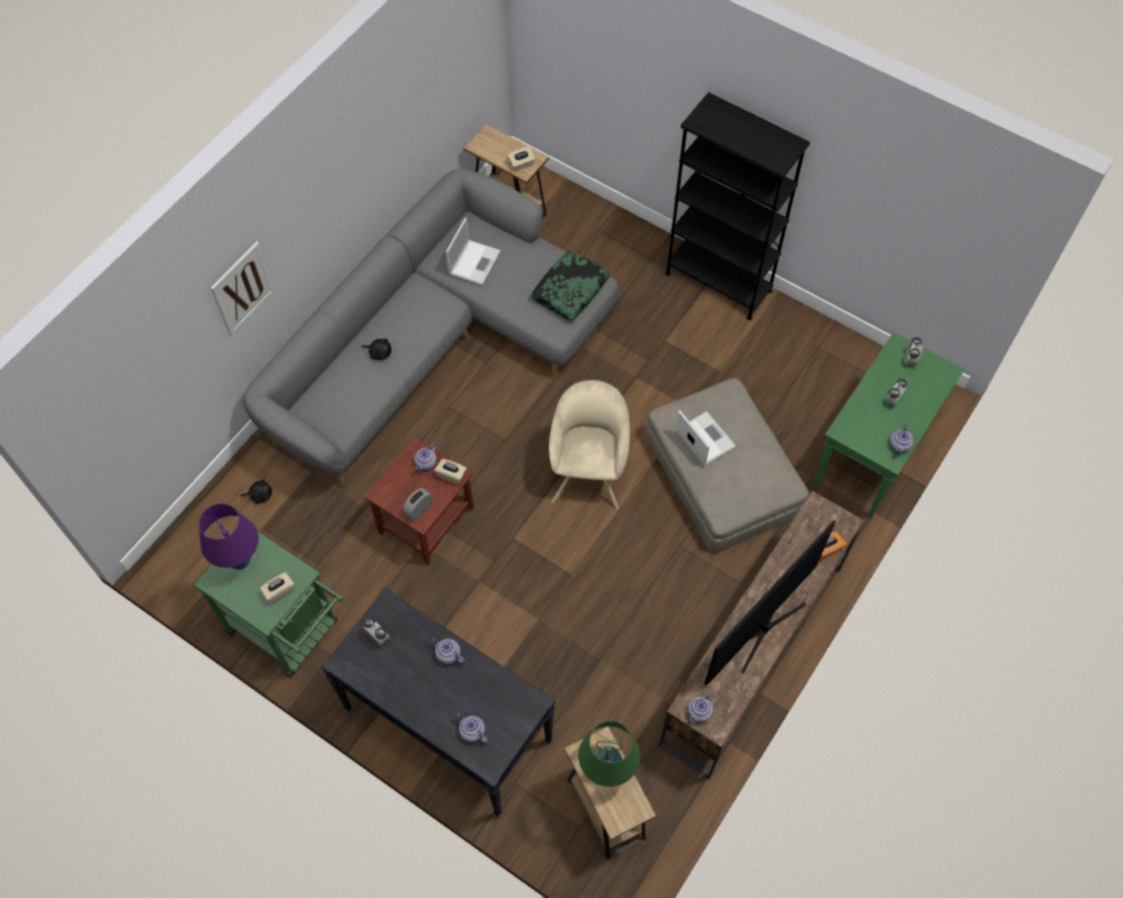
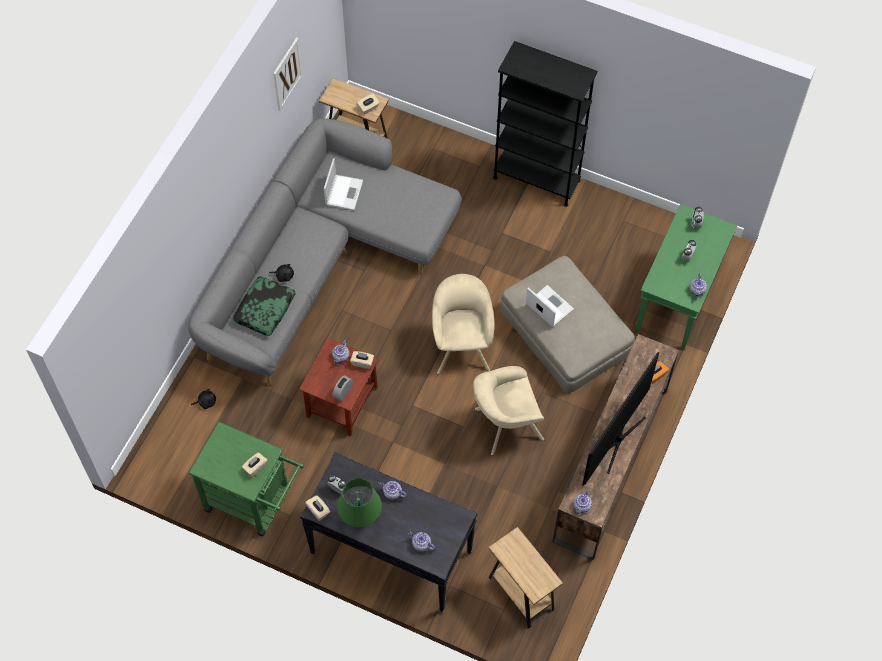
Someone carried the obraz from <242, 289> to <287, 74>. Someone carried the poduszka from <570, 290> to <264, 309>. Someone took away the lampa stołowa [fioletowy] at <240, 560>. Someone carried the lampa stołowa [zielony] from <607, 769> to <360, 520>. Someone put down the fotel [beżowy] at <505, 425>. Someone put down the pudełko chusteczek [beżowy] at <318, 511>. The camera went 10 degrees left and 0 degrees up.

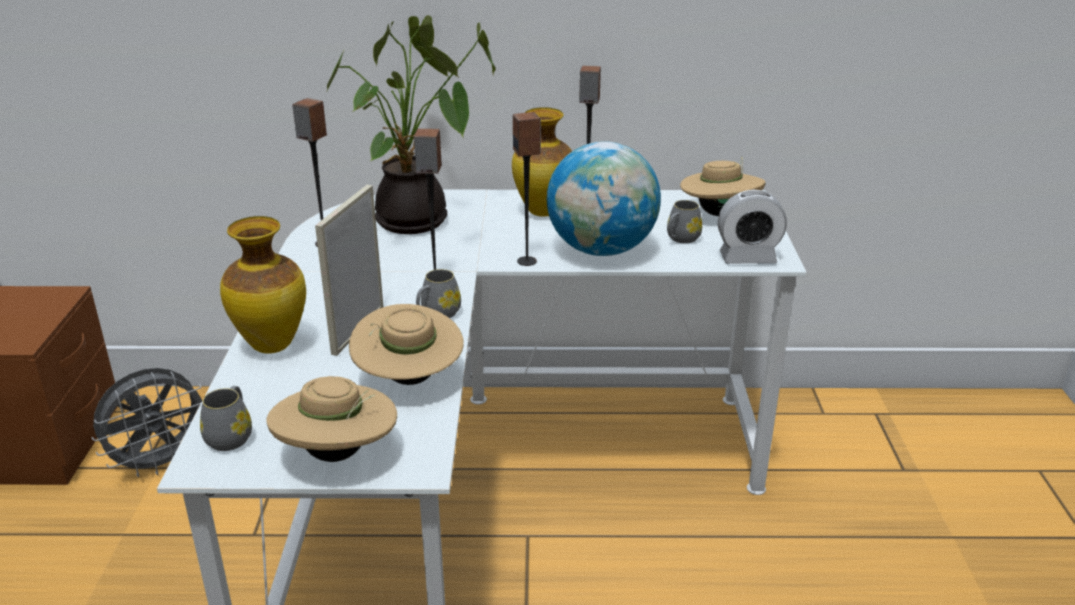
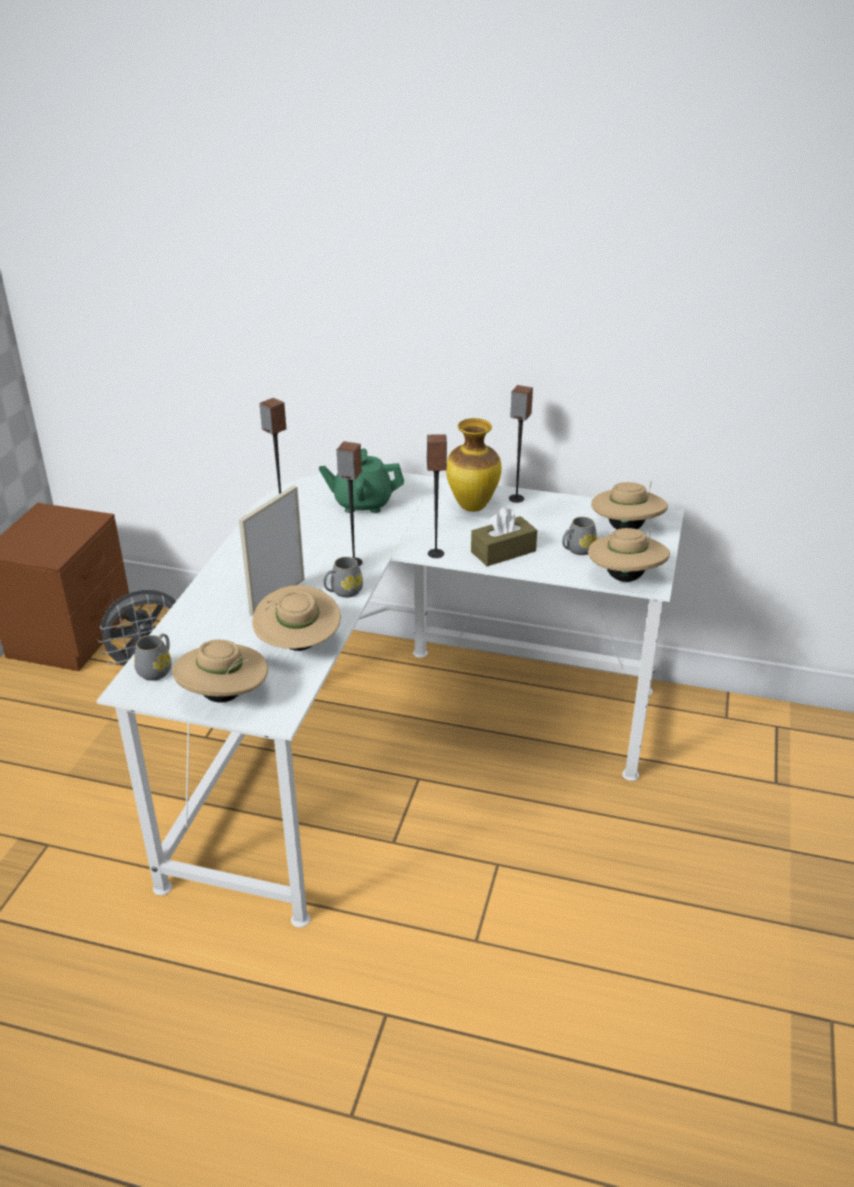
Someone swapped the roślina doniczkowa at <417, 223> for the imbryk [zielony] at <362, 503>. Someone swapped the globus at <601, 250> for the pudełko chusteczek [brązowy] at <503, 551>. Someone swapped the budzik at <747, 258> for the kapelusz [beżowy] at <625, 577>. Someone took away the wazon at <272, 345>. The camera went 15 degrees right and 5 degrees up.

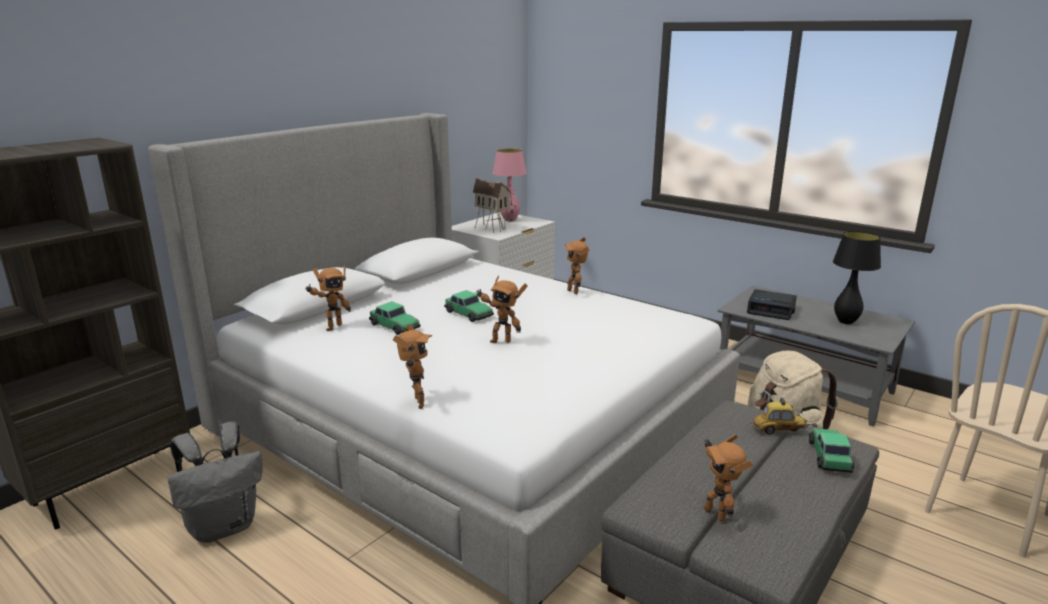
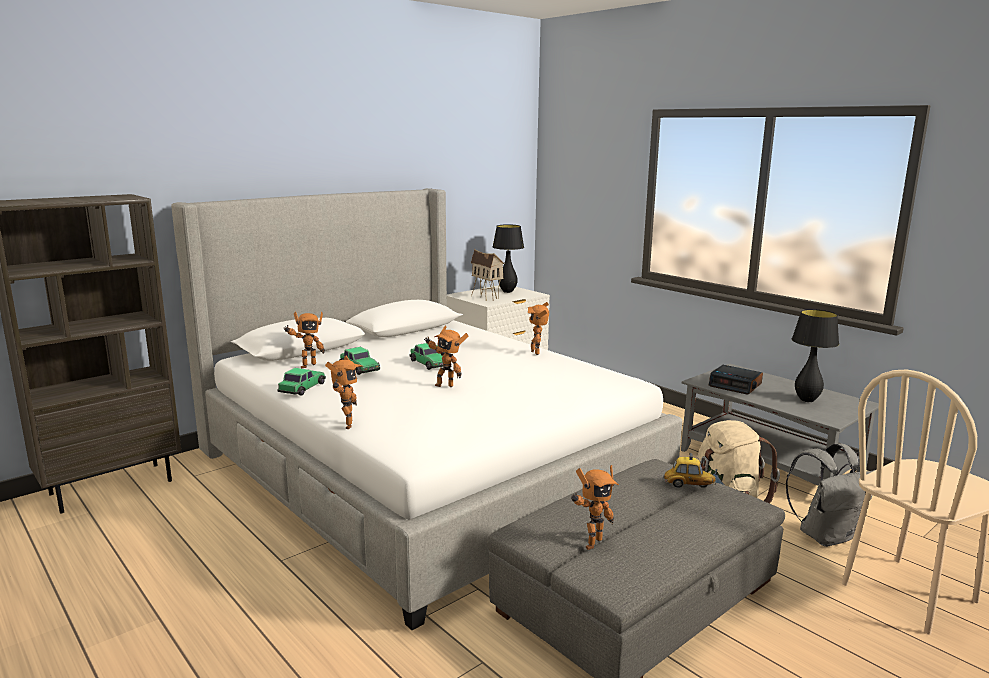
Someone repainted the lampa stołowa [różowy] at <509, 220>, which became the lampa stołowa [czarny] at <507, 291>. Someone carried the plecak [szary] from <224, 526> to <826, 536>. Someone carried the samochodzik from <829, 456> to <302, 388>. Someone rotated the robot zabawkowy at <716, 513> by 120 degrees counterclockwise. The camera went 10 degrees right and 5 degrees down.

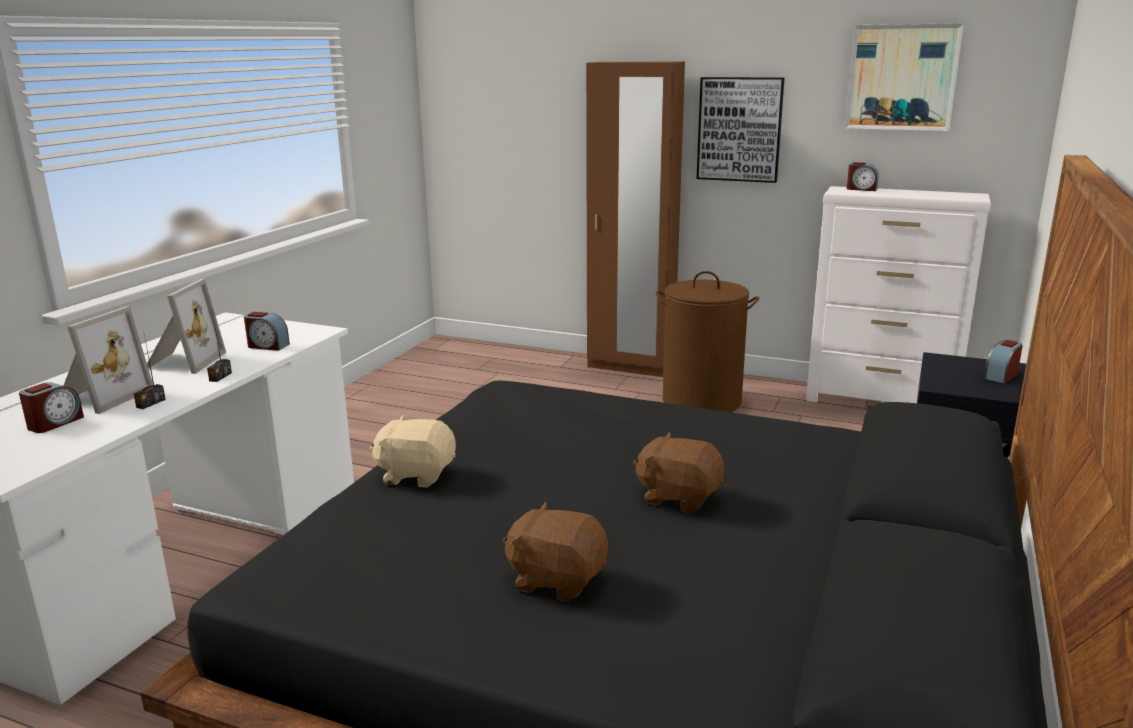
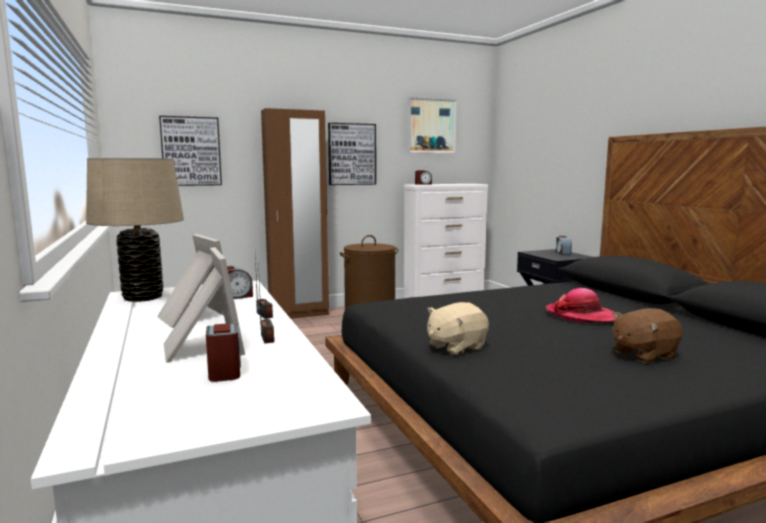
Someone swapped the pluszak [brązowy] at <678, 497> for the kapelusz at <581, 316>. Someone put up the obraz at <191, 151>. Someone put down the lampa stołowa [beżowy] at <143, 297>. The camera went 45 degrees left and 10 degrees down.

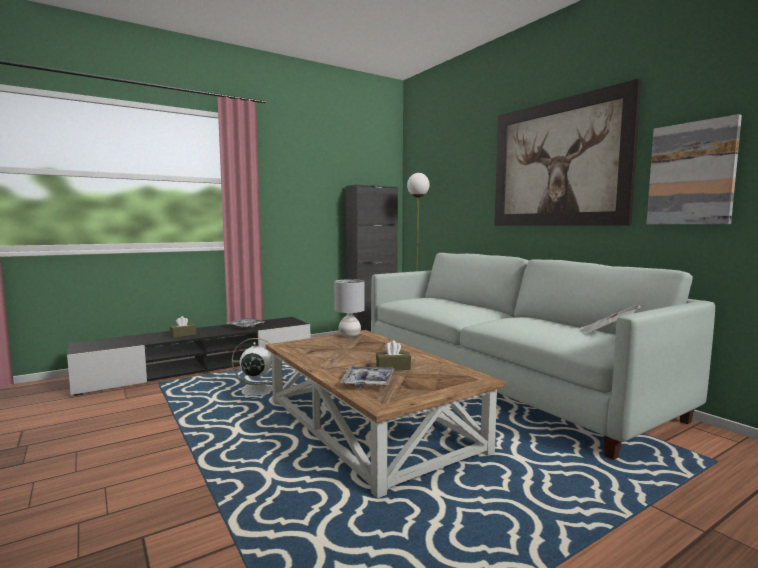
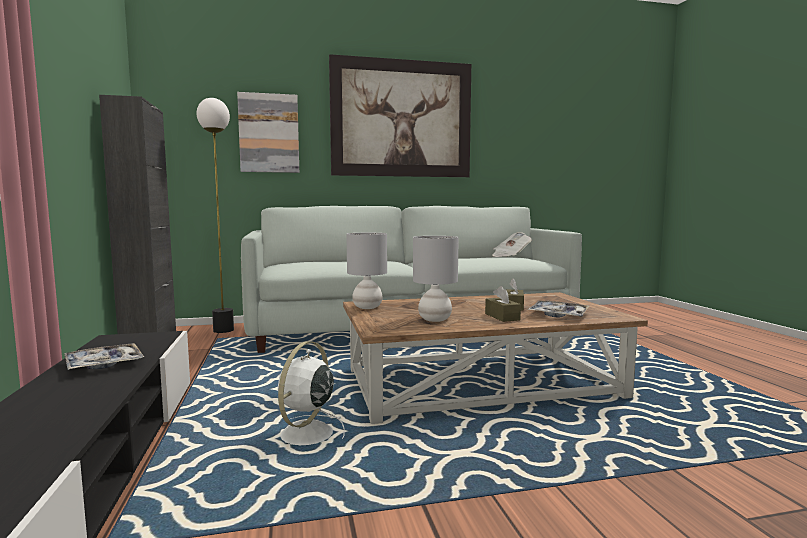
Someone carried the obraz from <691, 174> to <269, 133>. Someone carried the pudełko chusteczek [brązowy] from <183, 335> to <502, 317>. Someone put down the lampa stołowa [szary] at <434, 320>. The camera went 70 degrees left and 0 degrees up.

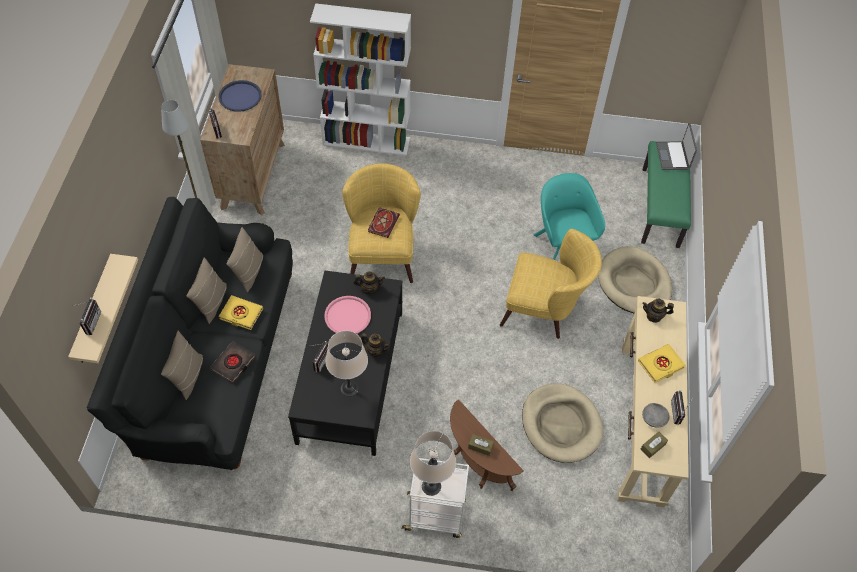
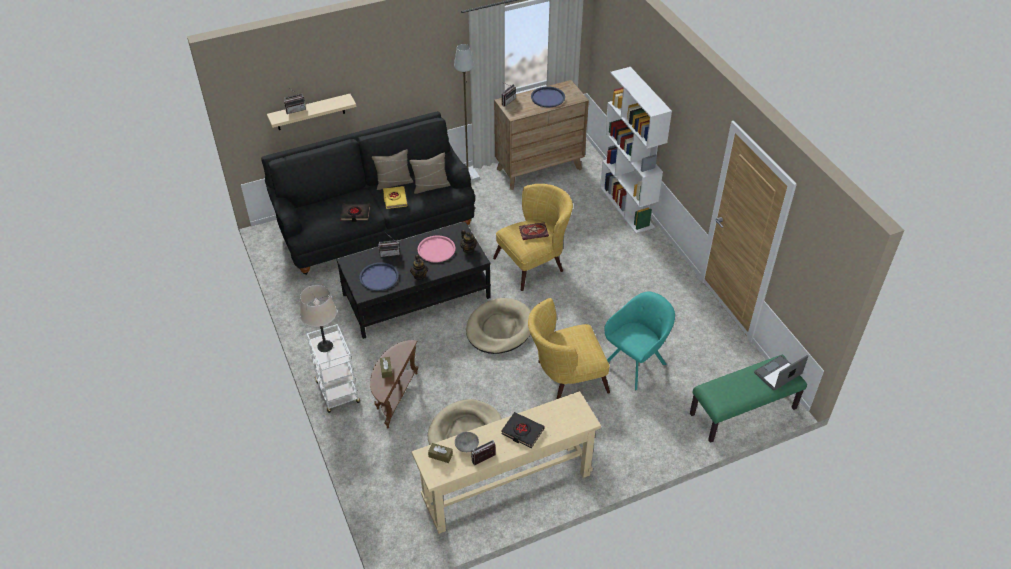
Someone rotated the fotel [żółty] at <544, 309> by 90 degrees clockwise. Someone carried the legowisko [beżowy] from <634, 283> to <499, 328>. Someone took away the imbryk at <654, 316>. Someone took away the poduszka [beżowy] at <188, 376>. Someone swapped the lampa stołowa [beżowy] at <349, 388> for the taca [niebieski] at <379, 277>. Someone repainted the książka [żółty] at <661, 365>, which became the książka [czarny] at <522, 432>. The camera went 60 degrees right and 10 degrees down.

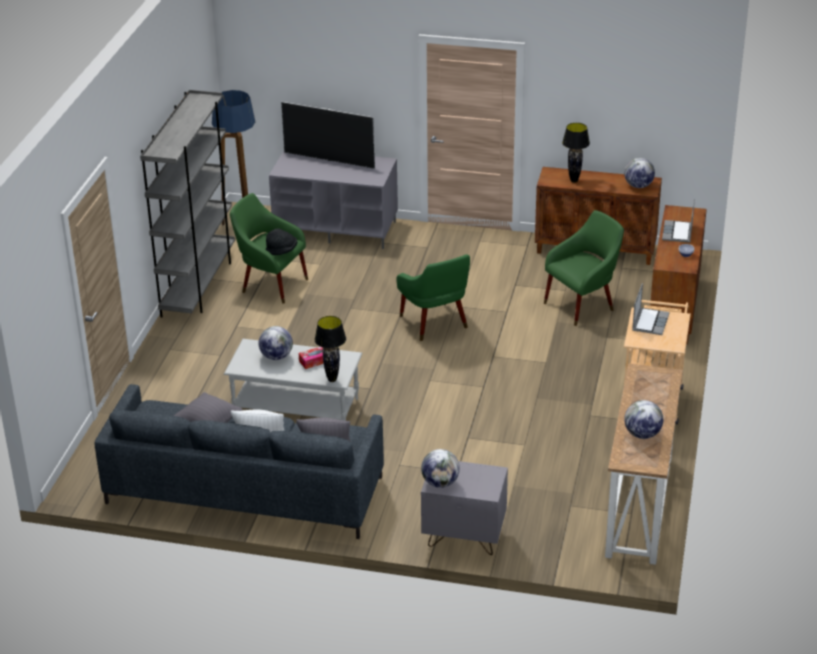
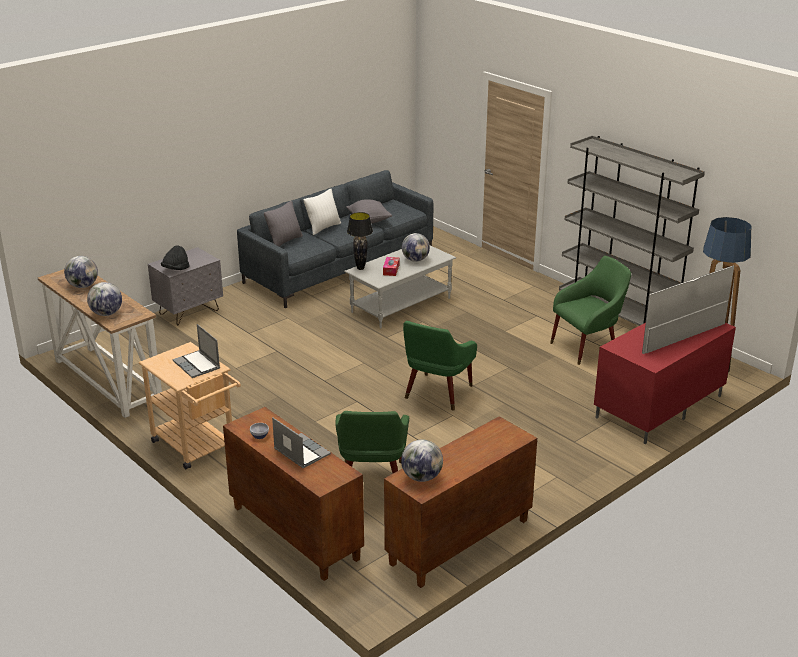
Someone took away the lampa stołowa [czarny] at <574, 181>. Someone repainted the szafka pod telewizor [szary] at <337, 229>, which became the szafka pod telewizor [czerwony] at <659, 407>. Someone carried the kapelusz [czarny] from <282, 251> to <175, 269>. Someone rotated the fotel [zielony] at <435, 324> by 75 degrees counterclockwise. Someone carried the globus from <440, 483> to <106, 314>. The camera went 125 degrees right and 5 degrees down.

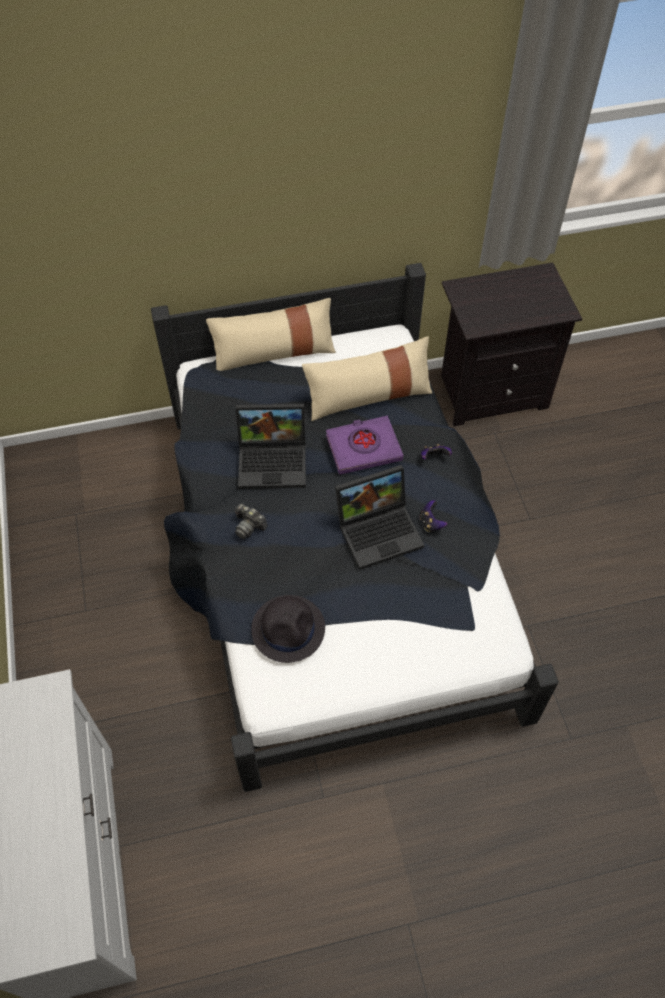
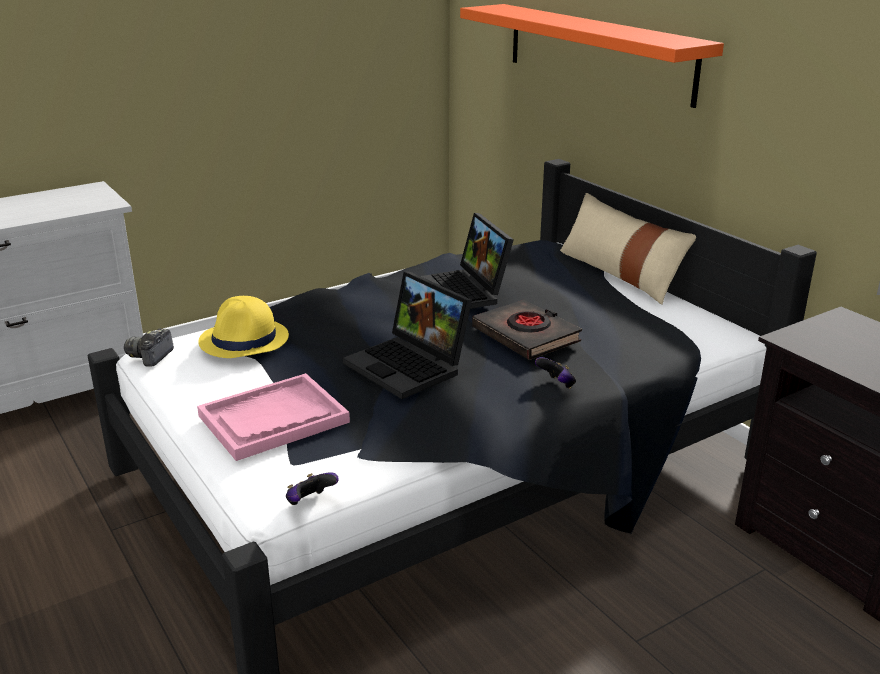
Someone took away the poduszka [beżowy] at <368, 396>. Someone repainted the książka [fioletowy] at <363, 448>, which became the książka [czarny] at <526, 336>. Someone carried the pad do gier from <431, 523> to <310, 502>. Someone carried the aparat fotograficzny from <249, 526> to <151, 356>. Someone repainted the kapelusz [czarny] at <289, 628>, which became the kapelusz [żółty] at <244, 340>. Someone put up the półka [pomarańczowy] at <597, 52>. Someone put down the taca [różowy] at <273, 419>. The camera went 70 degrees right and 30 degrees down.

